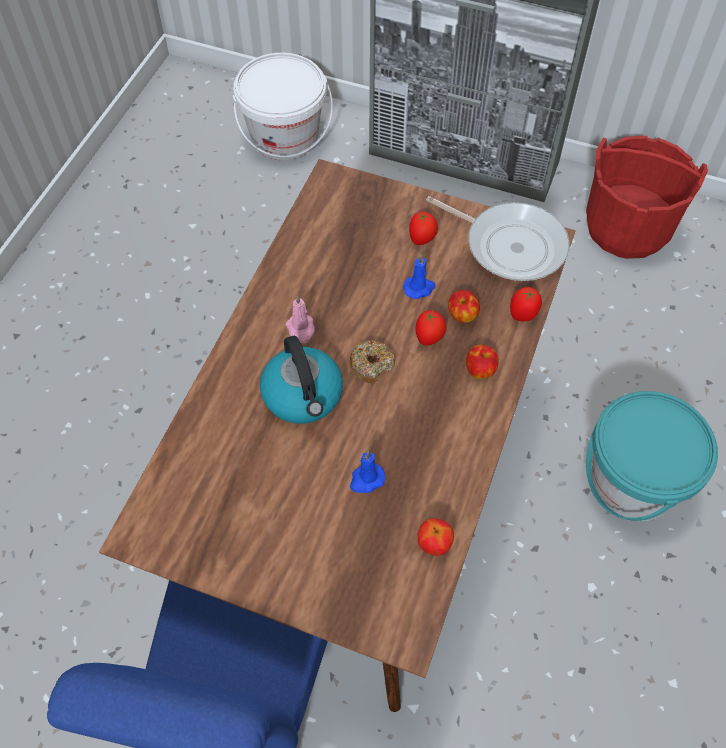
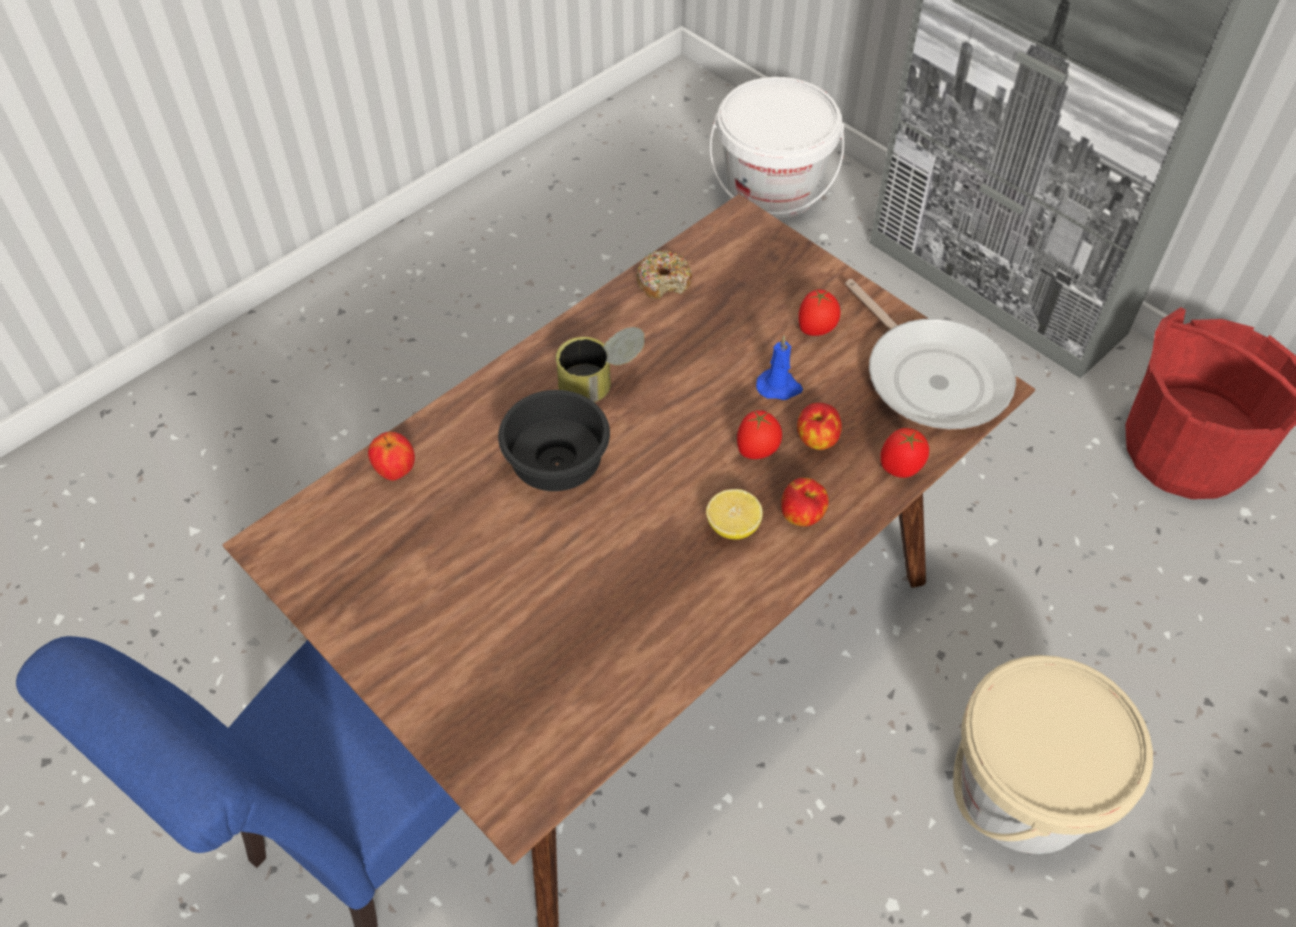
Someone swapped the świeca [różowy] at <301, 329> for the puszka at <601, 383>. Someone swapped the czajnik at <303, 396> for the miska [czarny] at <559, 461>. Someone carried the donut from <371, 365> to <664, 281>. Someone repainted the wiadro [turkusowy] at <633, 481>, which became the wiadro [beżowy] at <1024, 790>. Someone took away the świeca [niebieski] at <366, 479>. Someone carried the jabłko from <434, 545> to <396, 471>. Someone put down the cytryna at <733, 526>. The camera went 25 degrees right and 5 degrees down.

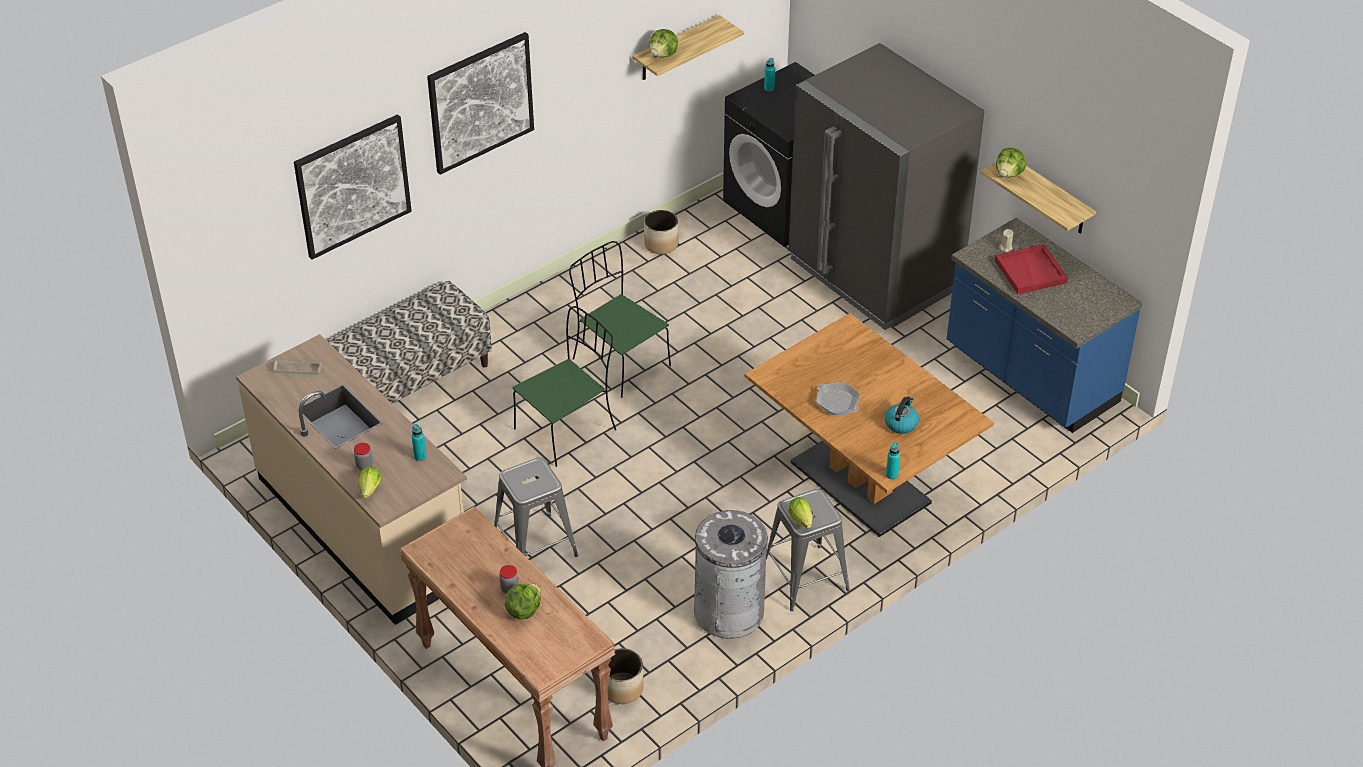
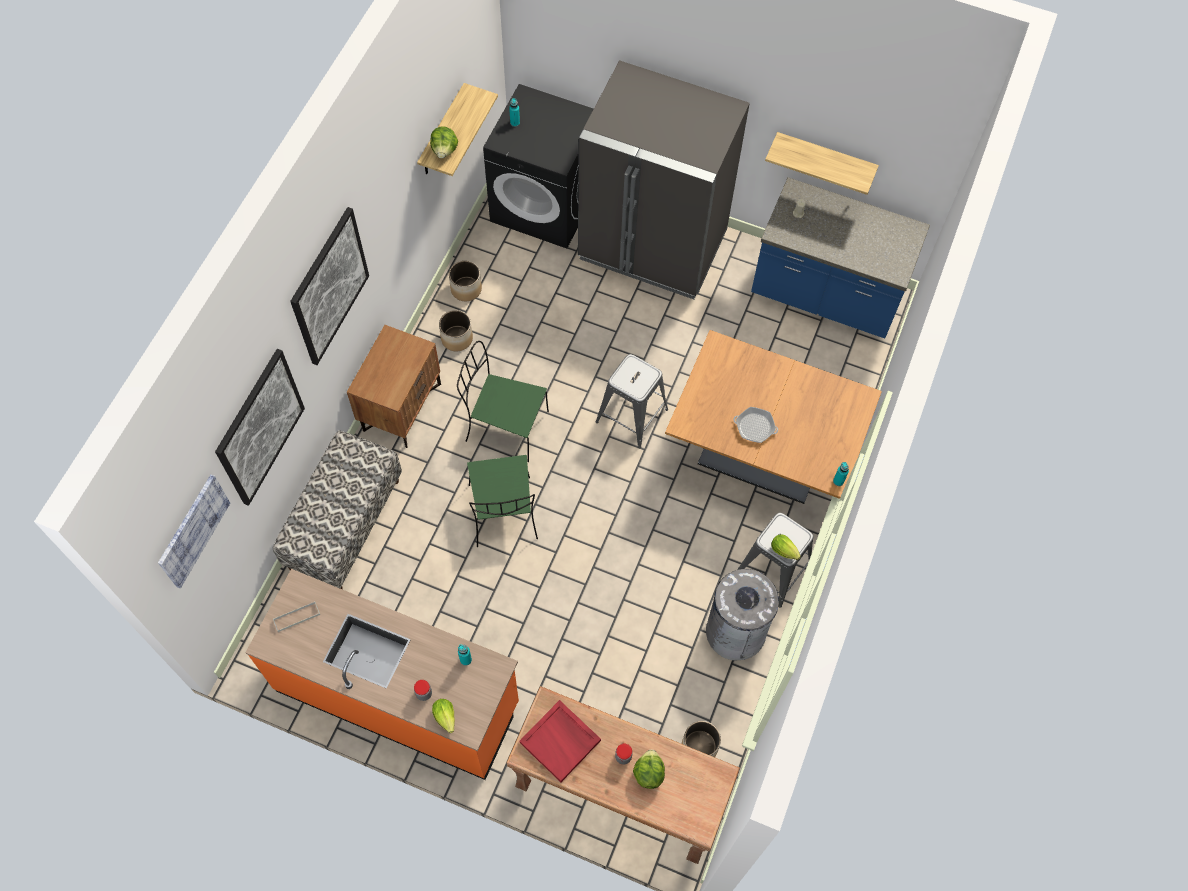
Someone took away the sałata at <1009, 174>. Someone carried the taca [czerwony] from <1031, 272> to <561, 741>. Someone rotated the krzesło [zielony] at <567, 428> by 150 degrees clockwise. Someone repainted the zabudowa kuchenna [beżowy] at <364, 527>, which became the zabudowa kuchenna [pomarańczowy] at <398, 696>. Someone took away the czajnik at <901, 423>. Someone carried the stołek [szary] from <534, 546> to <632, 416>. Someone put down the donica at <457, 338>. Someone put down the szafka nocna [brązowy] at <401, 406>. Someone put up the obraz at <193, 530>. The camera went 30 degrees left and 20 degrees up.

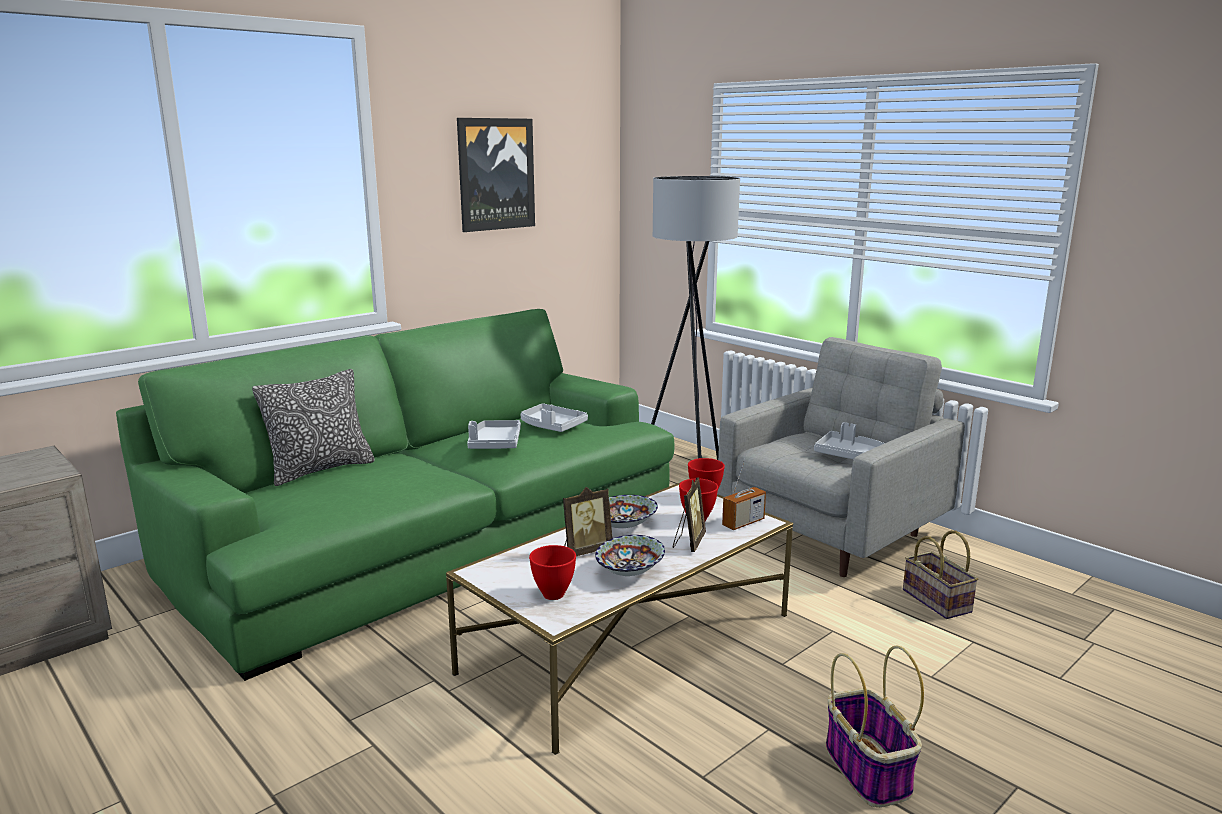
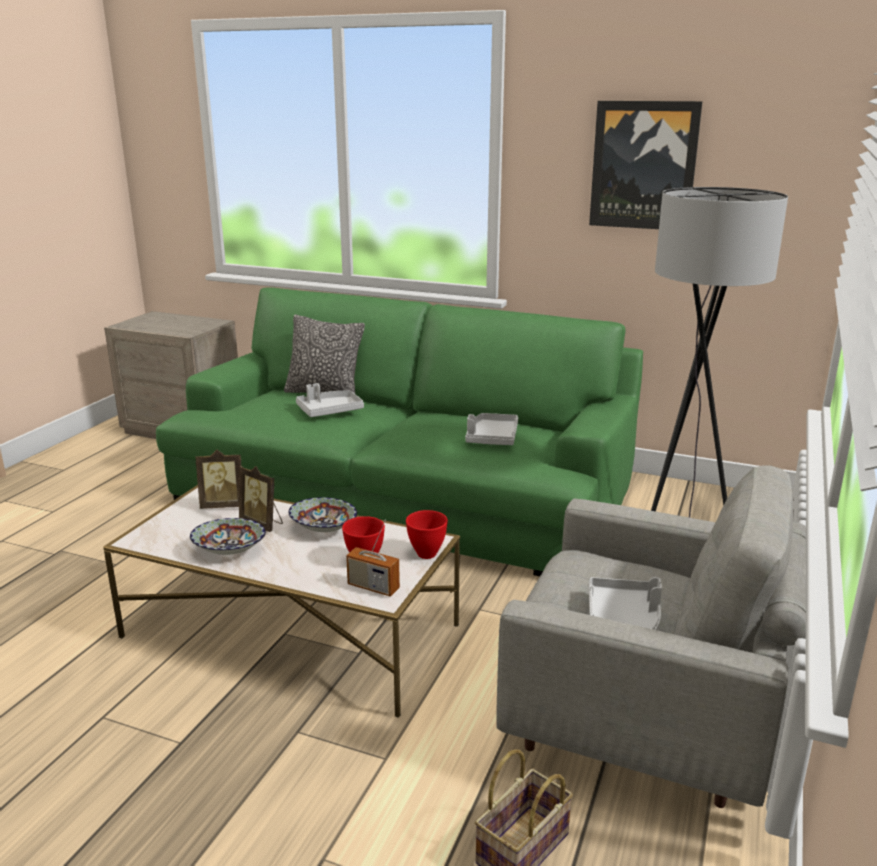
Someone carried the taca [szary] from <495, 444> to <329, 411>. Someone carried the ramka na zdjęcie from <688, 542> to <223, 505>. Someone took away the miska [czerwony] at <553, 595>. Someone took away the koszyk at <869, 771>. The camera went 65 degrees right and 5 degrees up.

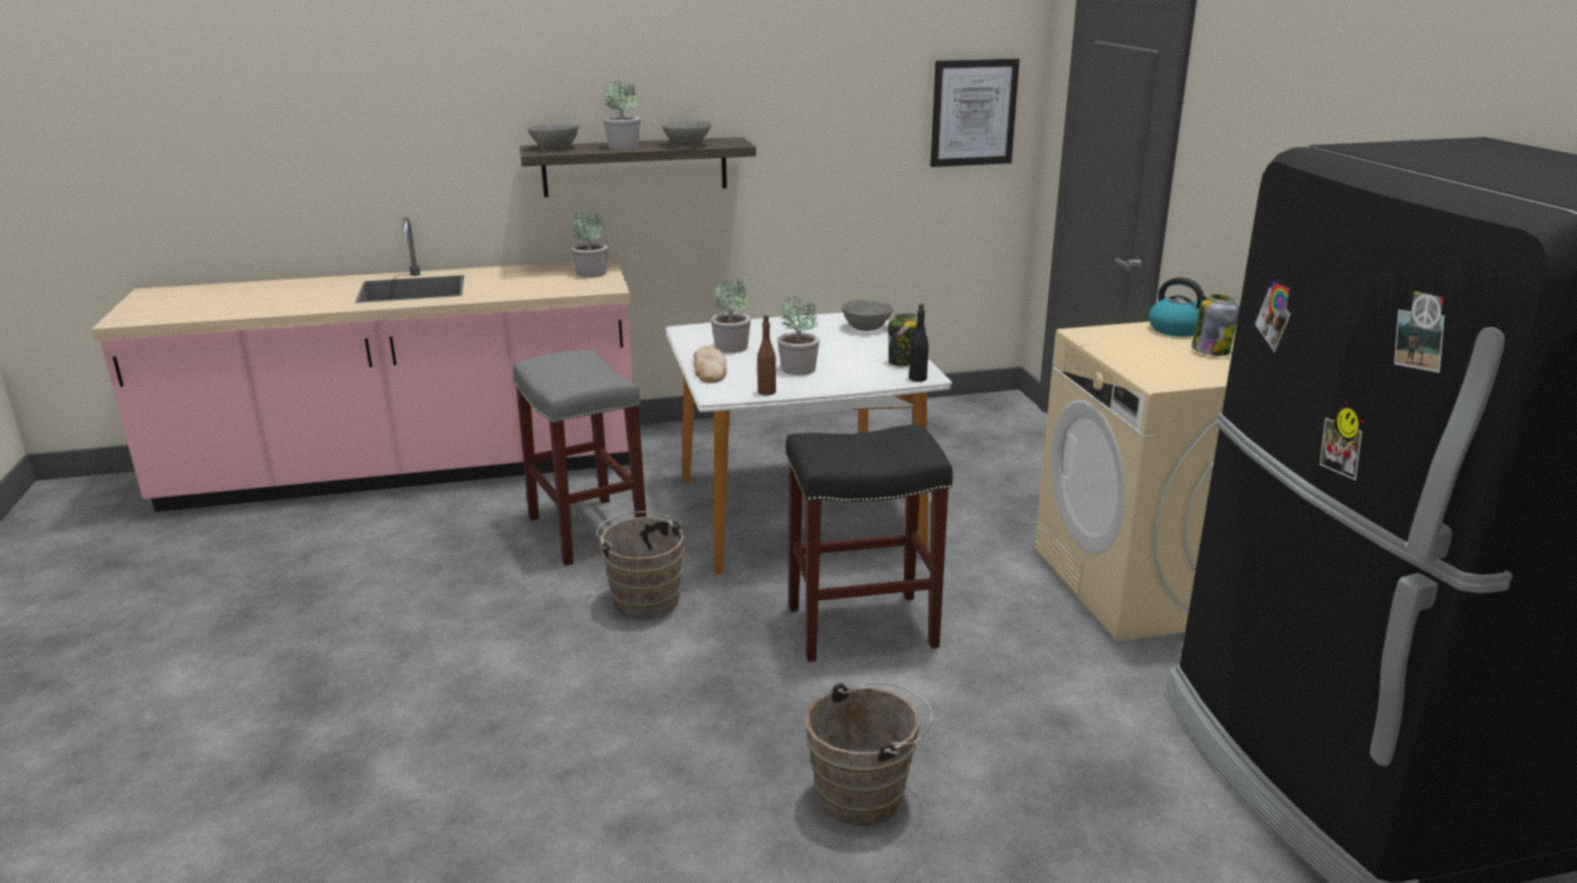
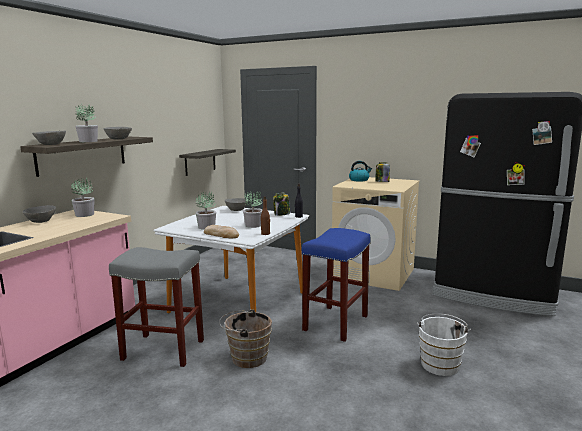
Someone took away the obraz at <973, 113>. Someone repainted the stołek [czarny] at <860, 627>, which became the stołek [niebieski] at <336, 323>. Someone repainted the wiadro [brązowy] at <867, 794>, which became the wiadro [biały] at <440, 363>. Someone put up the półka at <200, 162>. Someone put down the miska [szary] at <40, 221>. The camera went 50 degrees left and 10 degrees down.

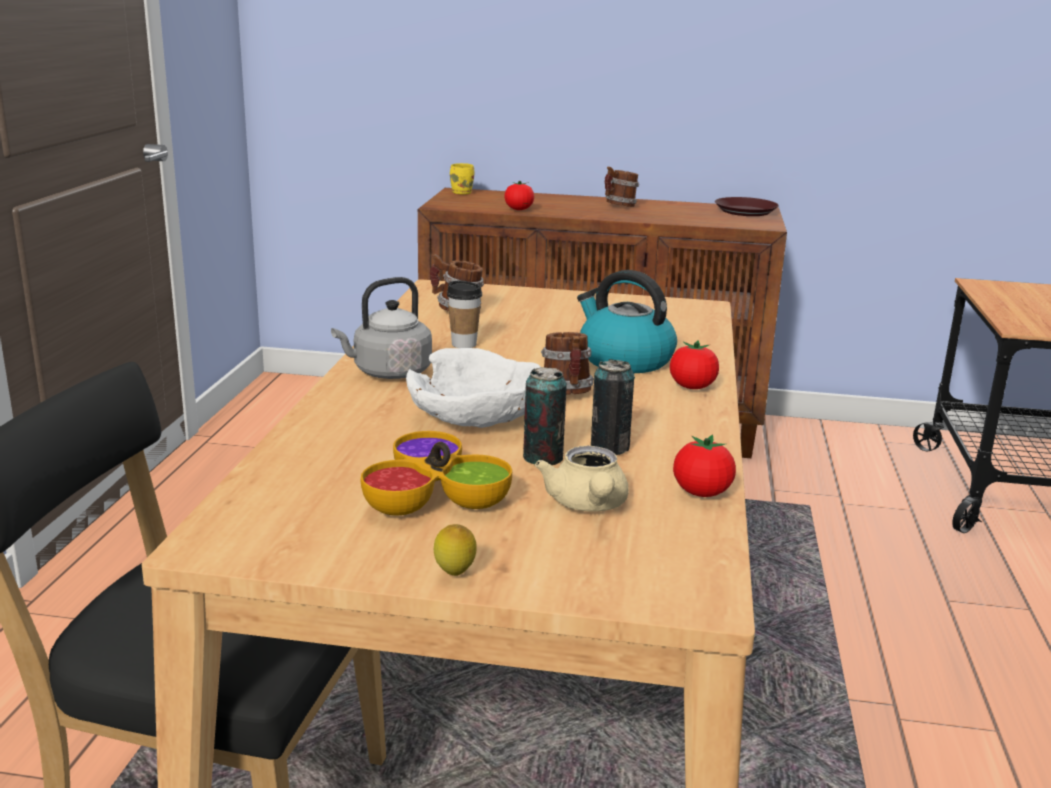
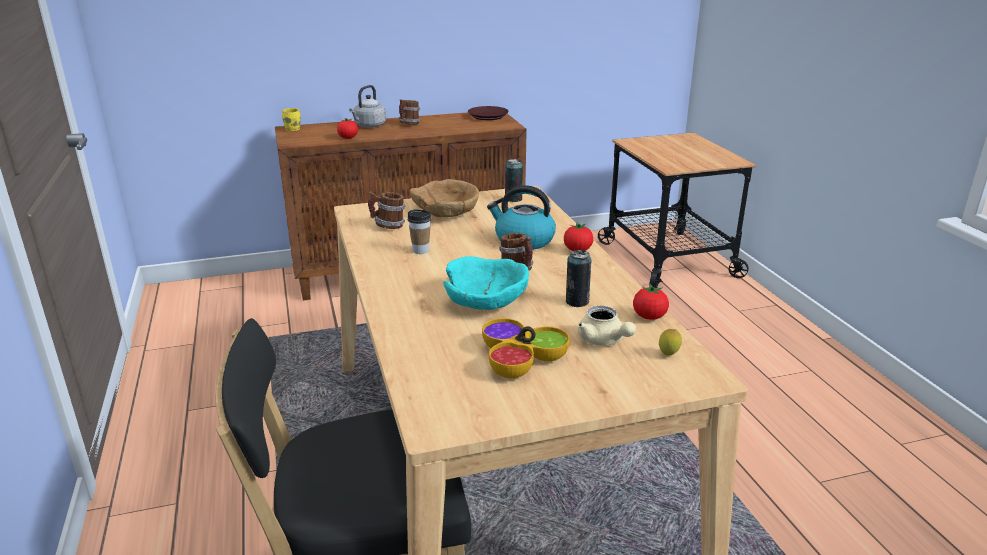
Someone carried the czajnik [szary] from <388, 373> to <369, 126>. Someone repainted the miska [biały] at <478, 417>, which became the miska [turkusowy] at <486, 300>. Someone carried the puszka from <543, 458> to <513, 199>. Someone carried the cytryna from <454, 575> to <668, 355>. Someone put down the miska [brązowy] at <445, 212>. The camera went 25 degrees left and 5 degrees up.

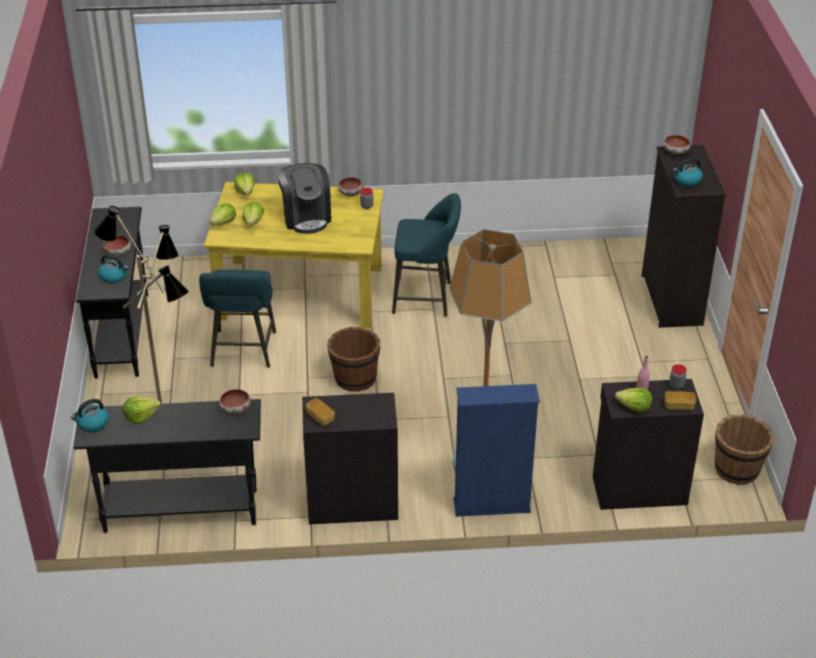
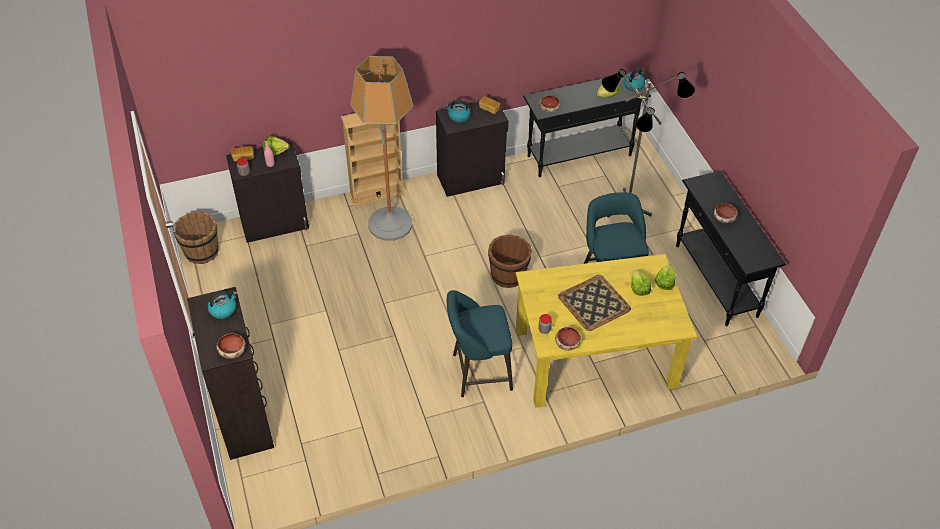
Someone swapped the ekspres do kawy at <306, 217> for the taca at <594, 303>. Someone took away the sałata at <245, 191>. Someone carried the czajnik from <114, 277> to <458, 117>. Someone repainted the regał [niebieski] at <491, 506>, which became the regał [beżowy] at <377, 194>. The camera went 165 degrees right and 10 degrees up.

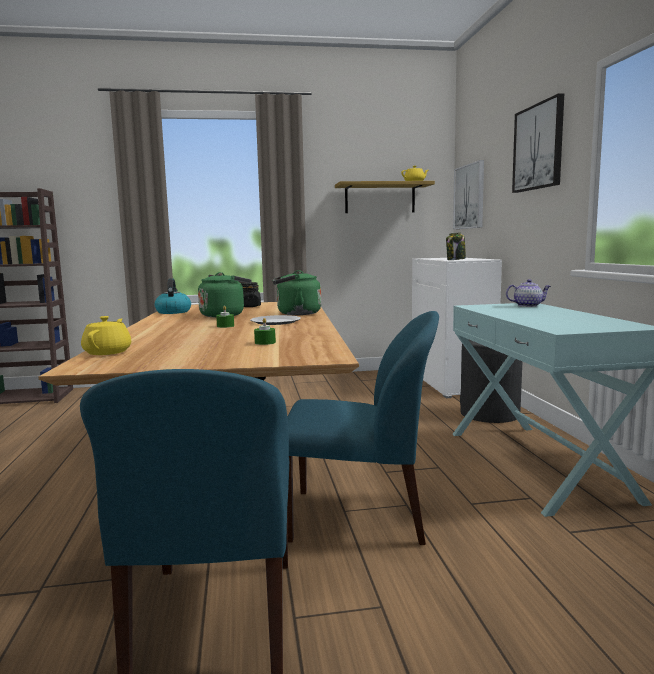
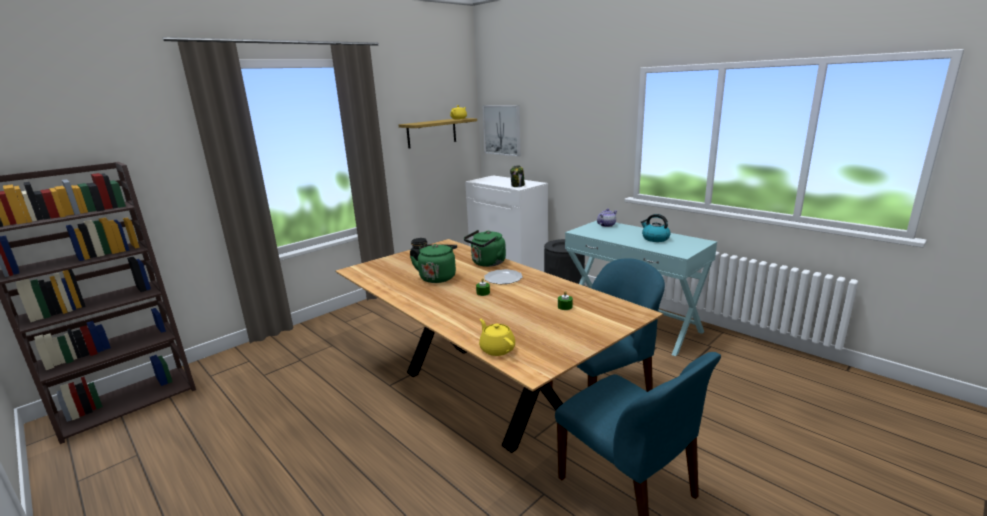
Someone took away the obraz at <538, 147>. Someone carried the czajnik from <173, 312> to <655, 238>. The camera went 35 degrees left and 10 degrees up.

